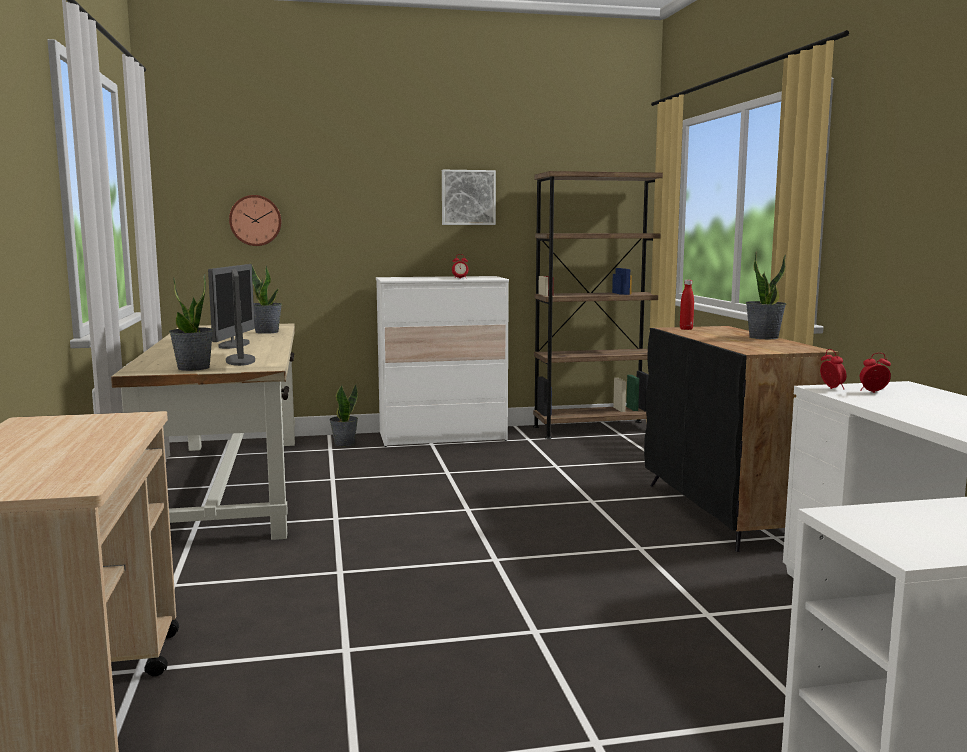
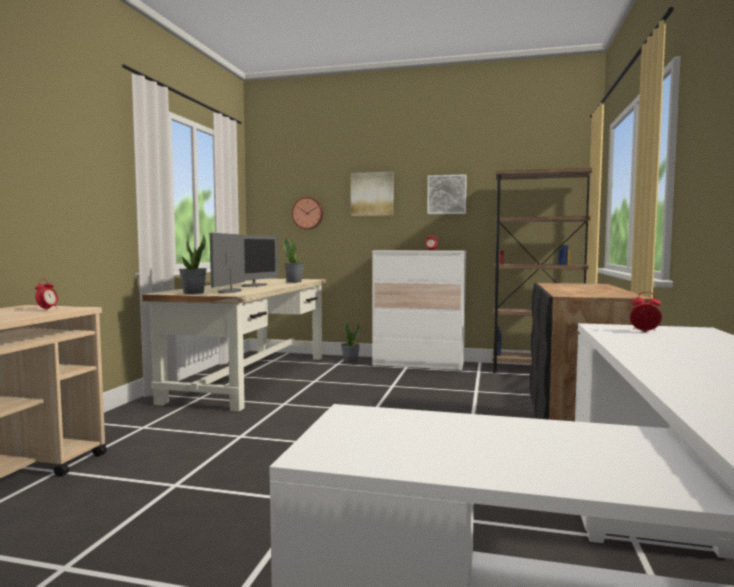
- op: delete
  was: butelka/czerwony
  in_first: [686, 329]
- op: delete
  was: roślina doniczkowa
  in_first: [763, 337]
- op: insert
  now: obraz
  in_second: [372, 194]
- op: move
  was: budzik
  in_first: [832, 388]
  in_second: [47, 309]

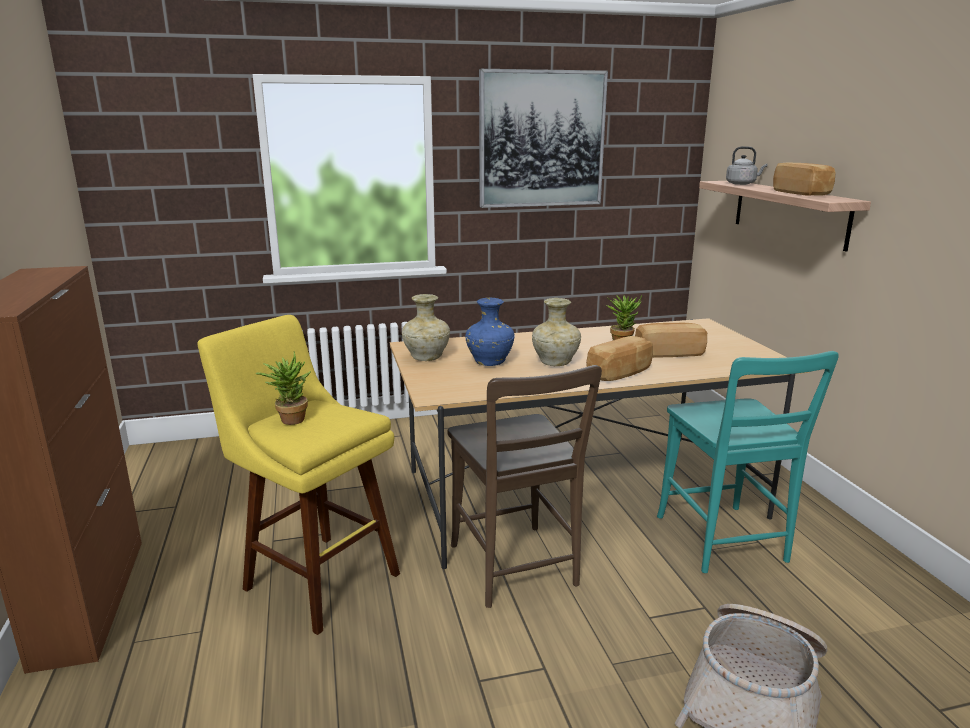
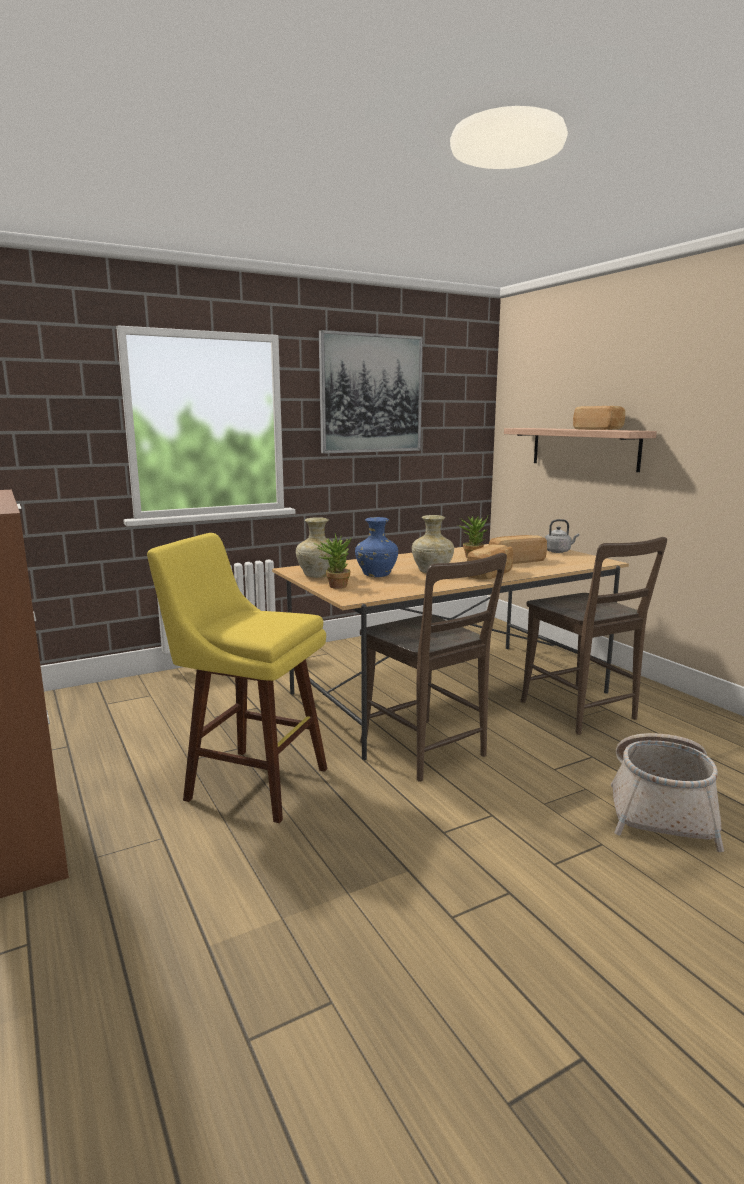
- op: move
  was: roślina doniczkowa
  in_first: [289, 419]
  in_second: [334, 586]
- op: move
  was: czajnik/szary
  in_first: [742, 184]
  in_second: [558, 551]
- op: recolor
  was: krzesło/turkusowy
  now: krzesło/brązowy
  in_first: [724, 542]
  in_second: [582, 712]

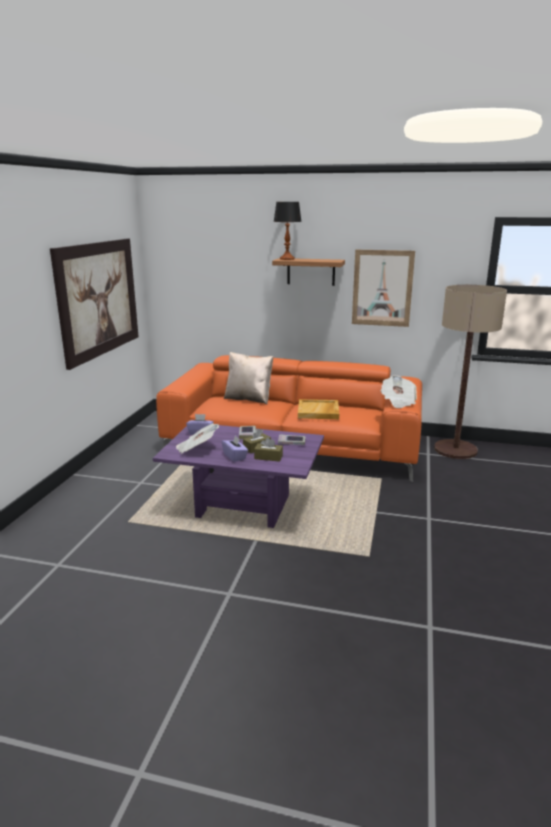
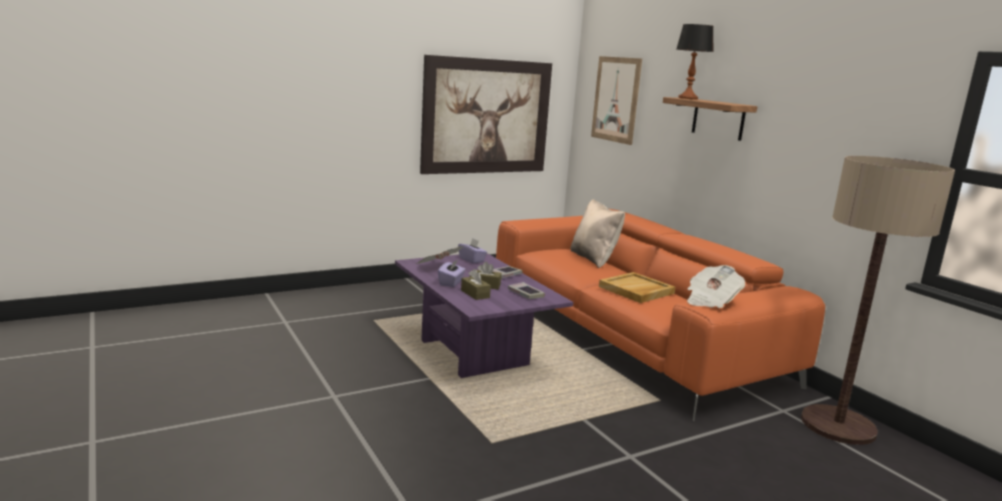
- op: move
  was: obraz
  in_first: [382, 288]
  in_second: [616, 99]

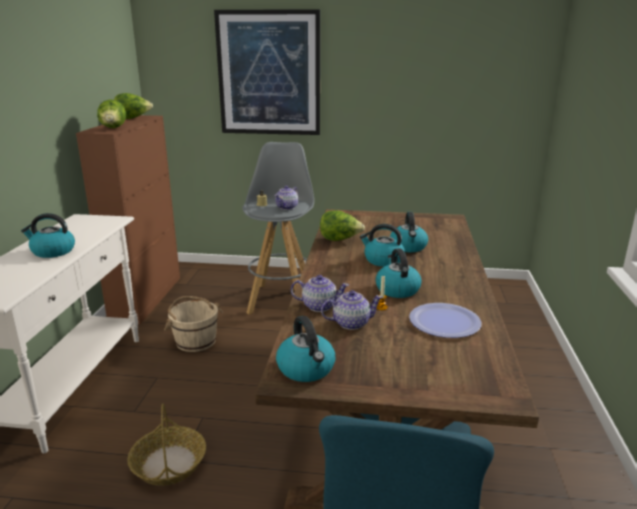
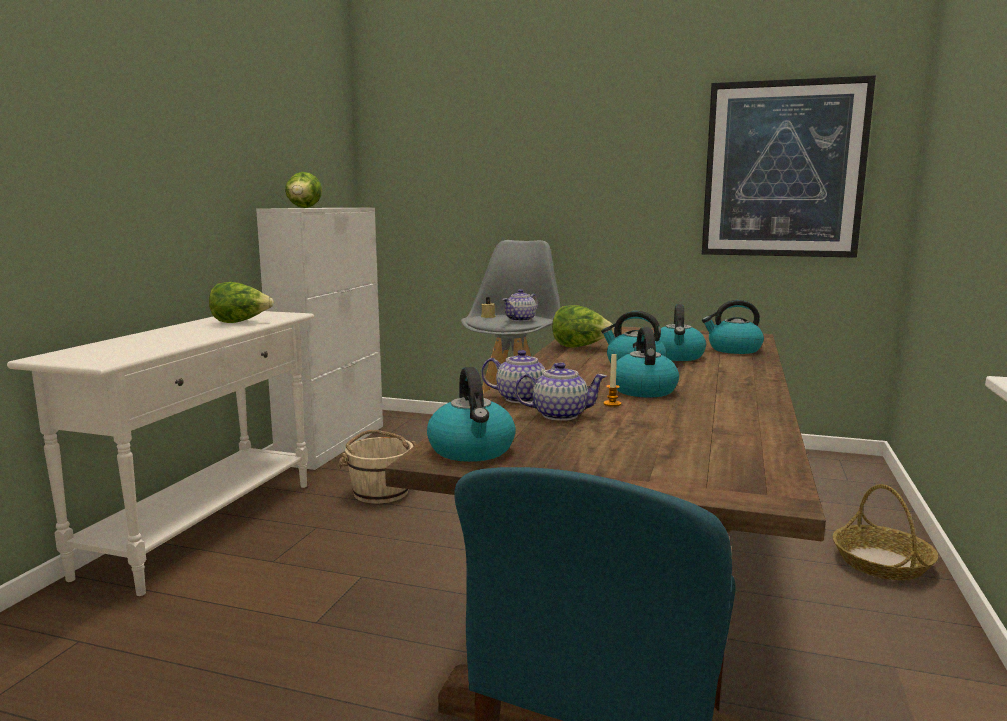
- op: delete
  was: talerz
  in_first: [444, 322]
- op: move
  was: czajnik
  in_first: [52, 251]
  in_second: [733, 349]
- op: move
  was: sałata
  in_first: [133, 118]
  in_second: [240, 322]
- op: move
  was: koszyk
  in_first: [168, 463]
  in_second: [881, 562]
- op: move
  was: obraz
  in_first: [269, 74]
  in_second: [783, 170]
- op: recolor
  was: szafka/brązowy
  now: szafka/biały
  in_first: [147, 298]
  in_second: [333, 444]

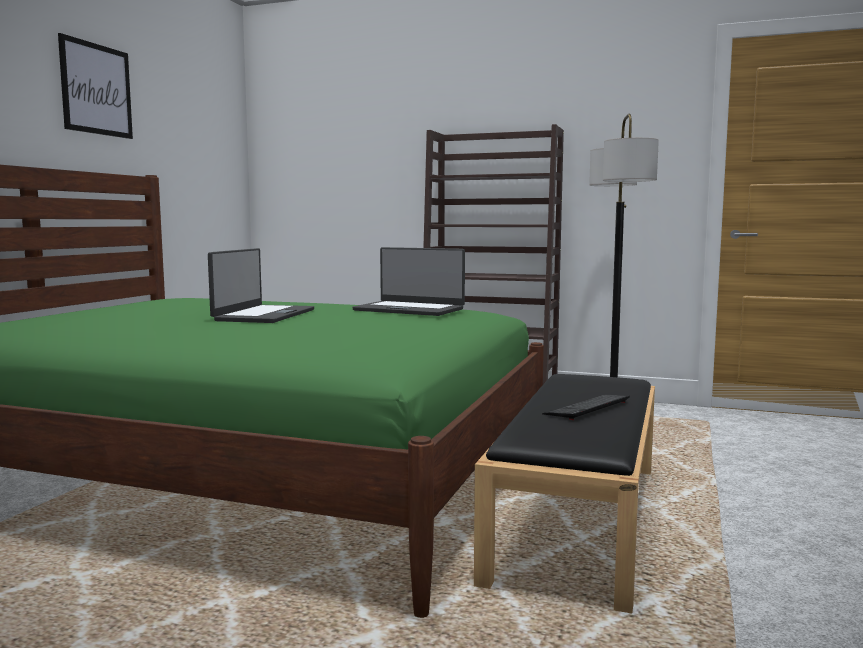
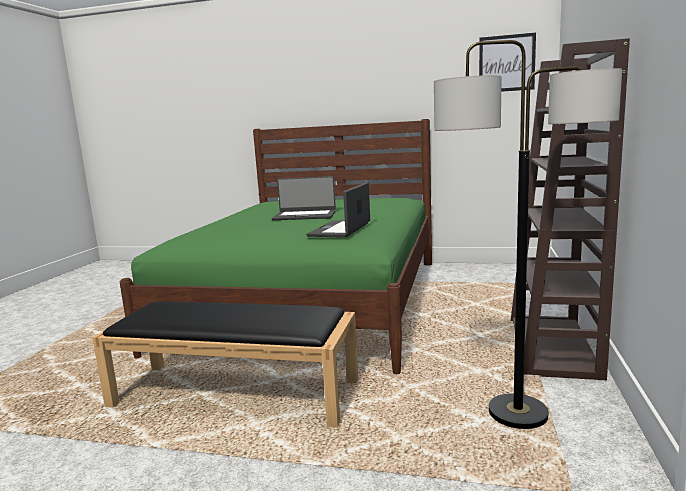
- op: delete
  was: klawiatura
  in_first: [587, 408]
- op: move
  was: obraz
  in_first: [96, 89]
  in_second: [506, 63]

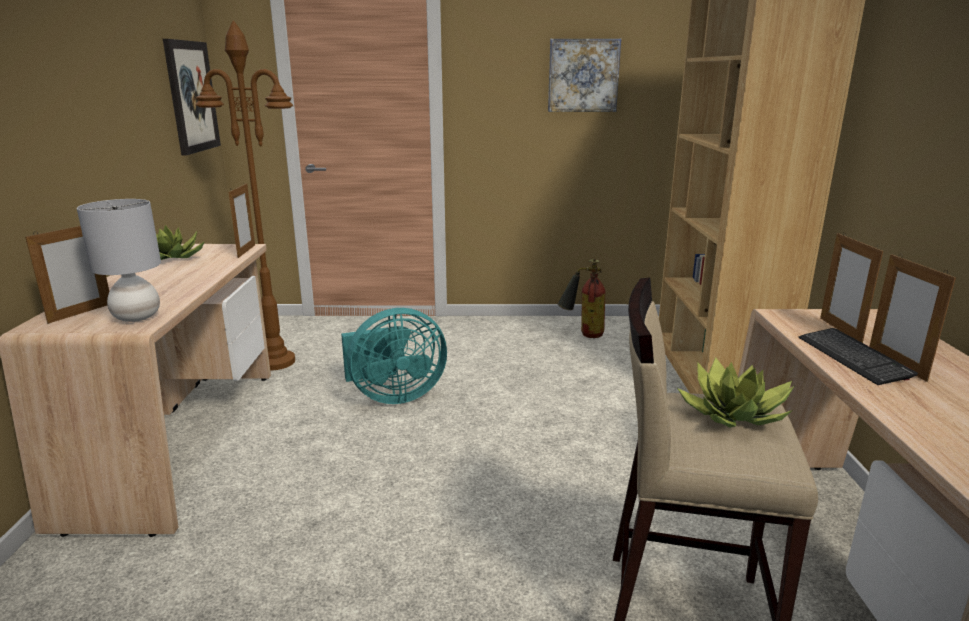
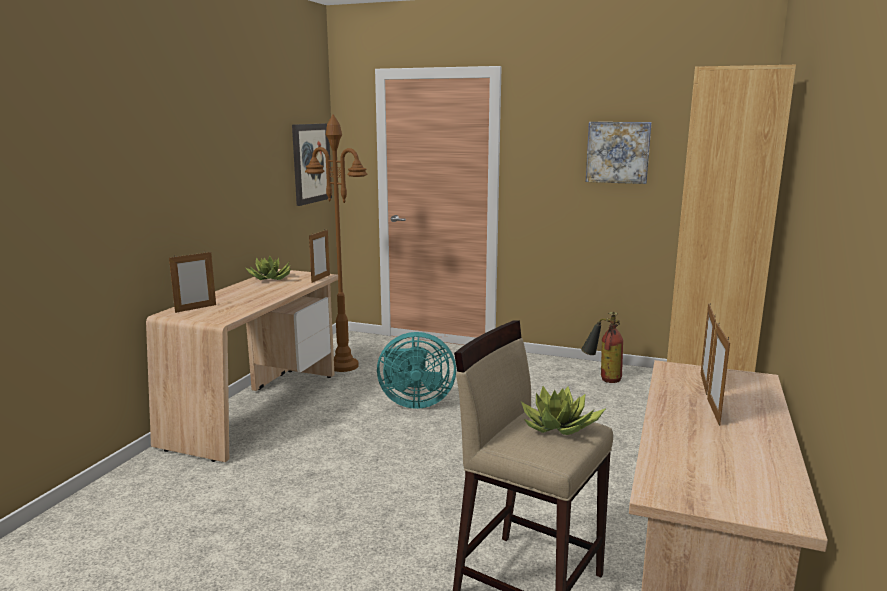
- op: delete
  was: lampa stołowa/szary
  in_first: [136, 317]
- op: delete
  was: klawiatura
  in_first: [853, 358]

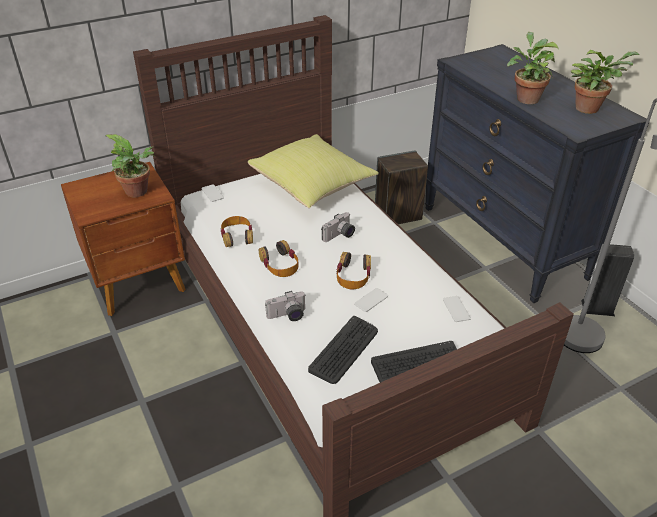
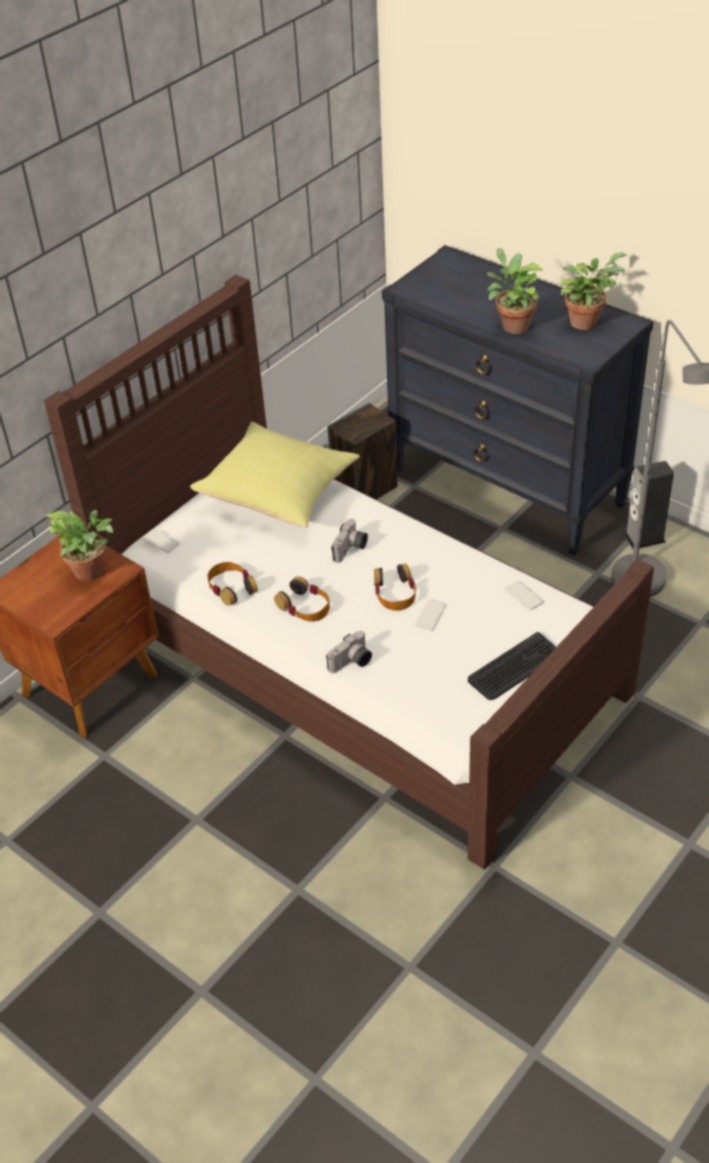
- op: delete
  was: klawiatura
  in_first: [344, 350]

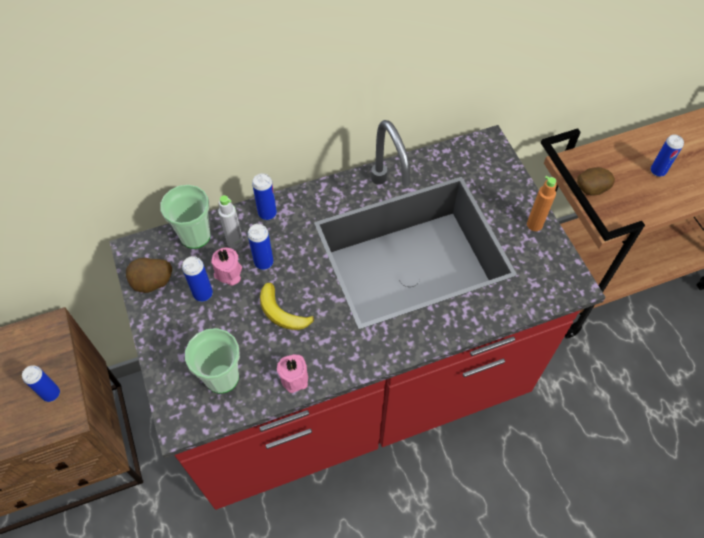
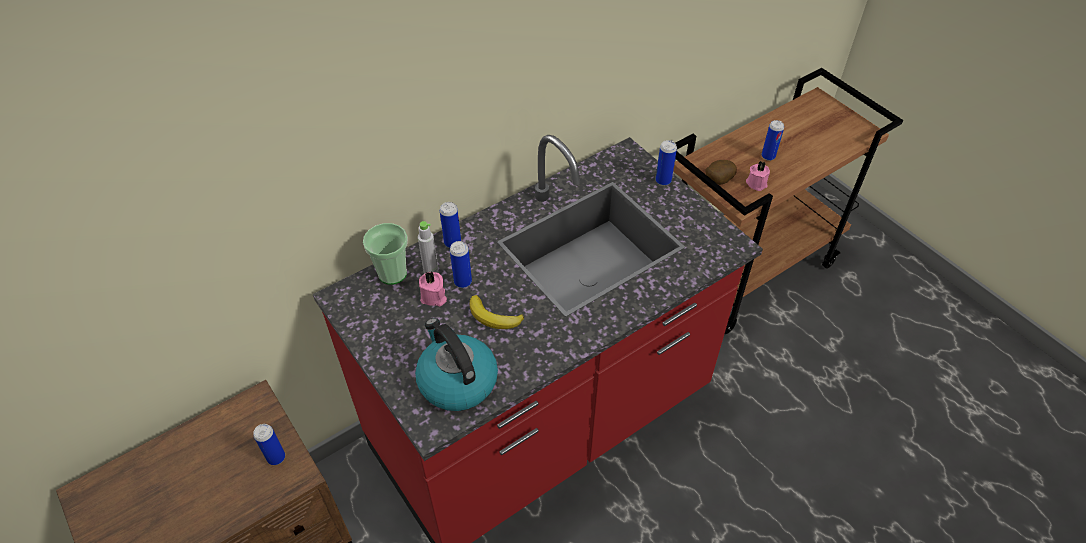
- op: delete
  was: ziemniak
  in_first: [153, 284]
- op: delete
  was: butelka/pomarańczowy
  in_first: [534, 224]
- op: move
  was: puszka
  in_first: [203, 293]
  in_second: [663, 180]
- op: move
  was: świeca/różowy
  in_first: [295, 377]
  in_second: [756, 183]
- op: replace
  was: filiżanka
  now: czajnik
  in_first: [222, 377]
  in_second: [456, 381]

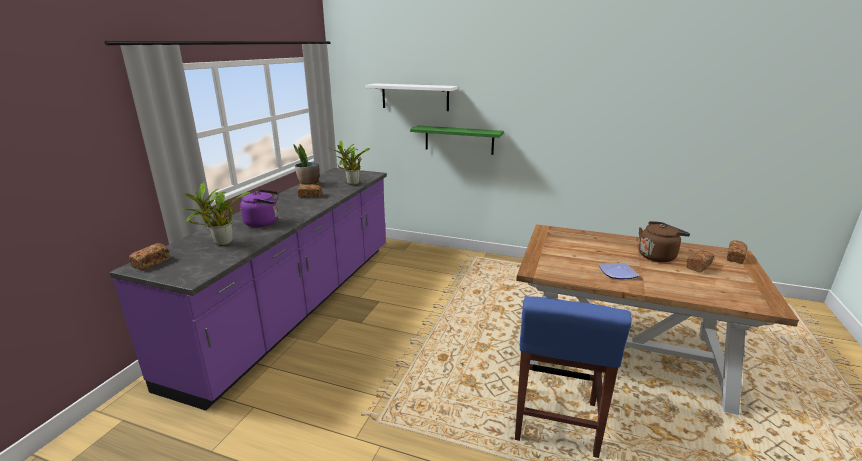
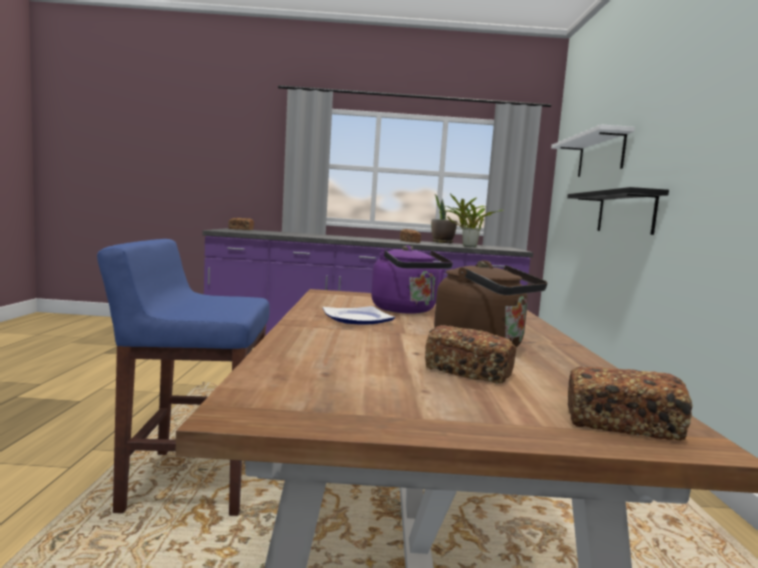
- op: delete
  was: roślina doniczkowa
  in_first: [221, 243]
- op: move
  was: czajnik/fioletowy
  in_first: [264, 222]
  in_second: [406, 310]
- op: recolor
  was: półka/zielony
  now: półka/czarny
  in_first: [459, 140]
  in_second: [625, 213]

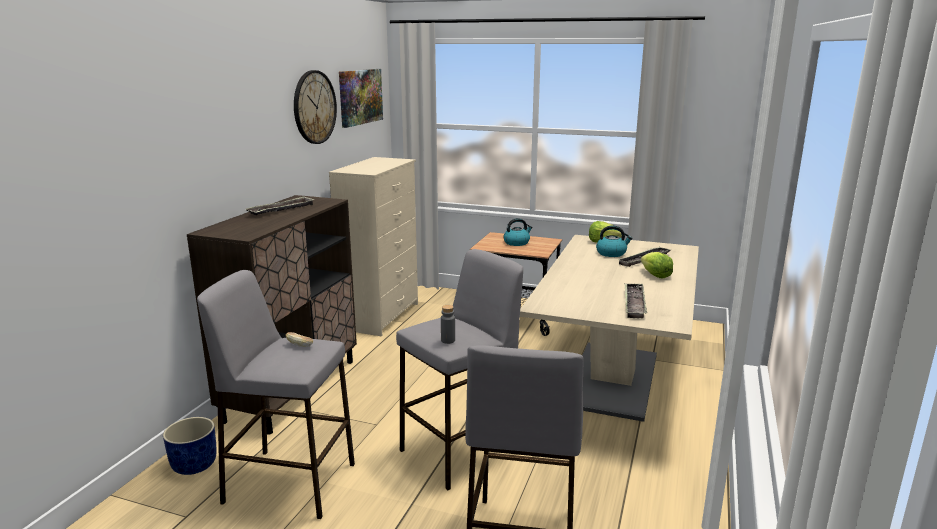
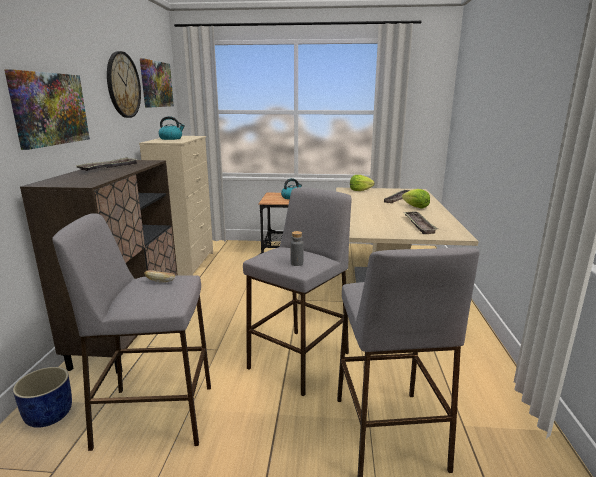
- op: insert
  now: obraz
  in_second: [50, 109]
- op: move
  was: czajnik
  in_first: [611, 253]
  in_second: [171, 138]

